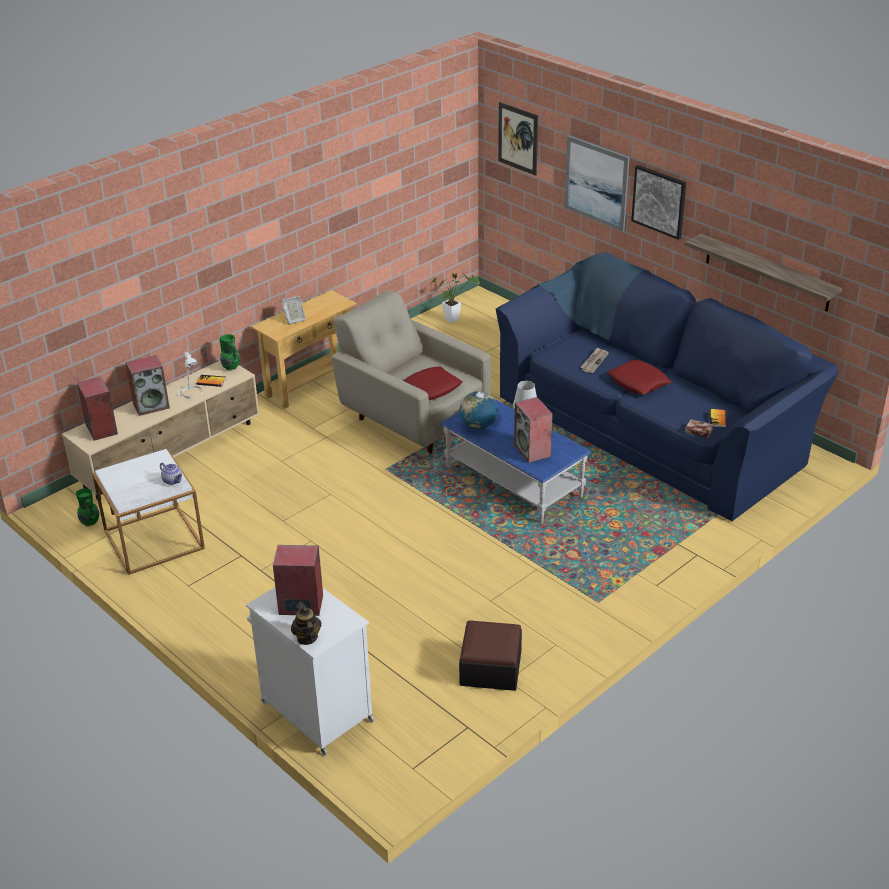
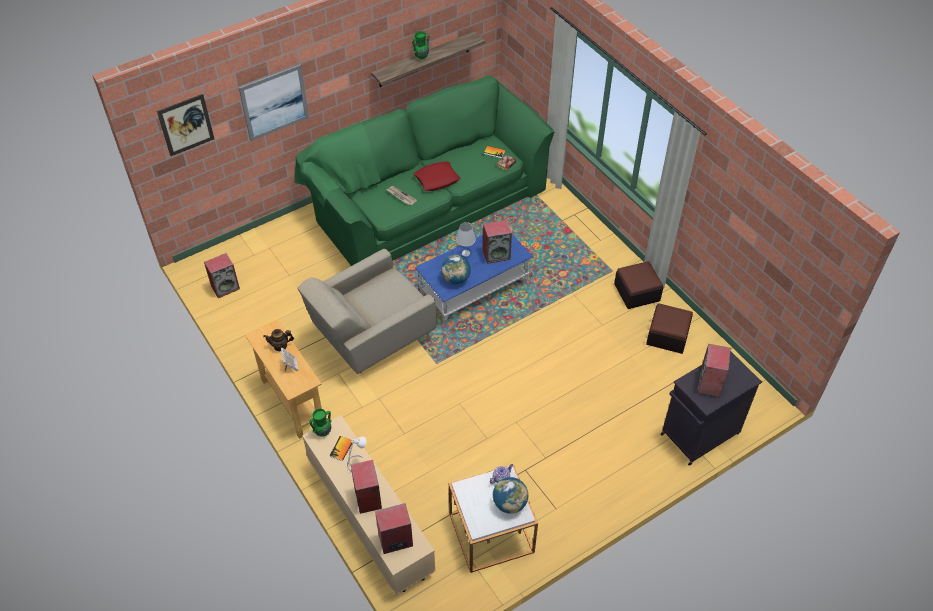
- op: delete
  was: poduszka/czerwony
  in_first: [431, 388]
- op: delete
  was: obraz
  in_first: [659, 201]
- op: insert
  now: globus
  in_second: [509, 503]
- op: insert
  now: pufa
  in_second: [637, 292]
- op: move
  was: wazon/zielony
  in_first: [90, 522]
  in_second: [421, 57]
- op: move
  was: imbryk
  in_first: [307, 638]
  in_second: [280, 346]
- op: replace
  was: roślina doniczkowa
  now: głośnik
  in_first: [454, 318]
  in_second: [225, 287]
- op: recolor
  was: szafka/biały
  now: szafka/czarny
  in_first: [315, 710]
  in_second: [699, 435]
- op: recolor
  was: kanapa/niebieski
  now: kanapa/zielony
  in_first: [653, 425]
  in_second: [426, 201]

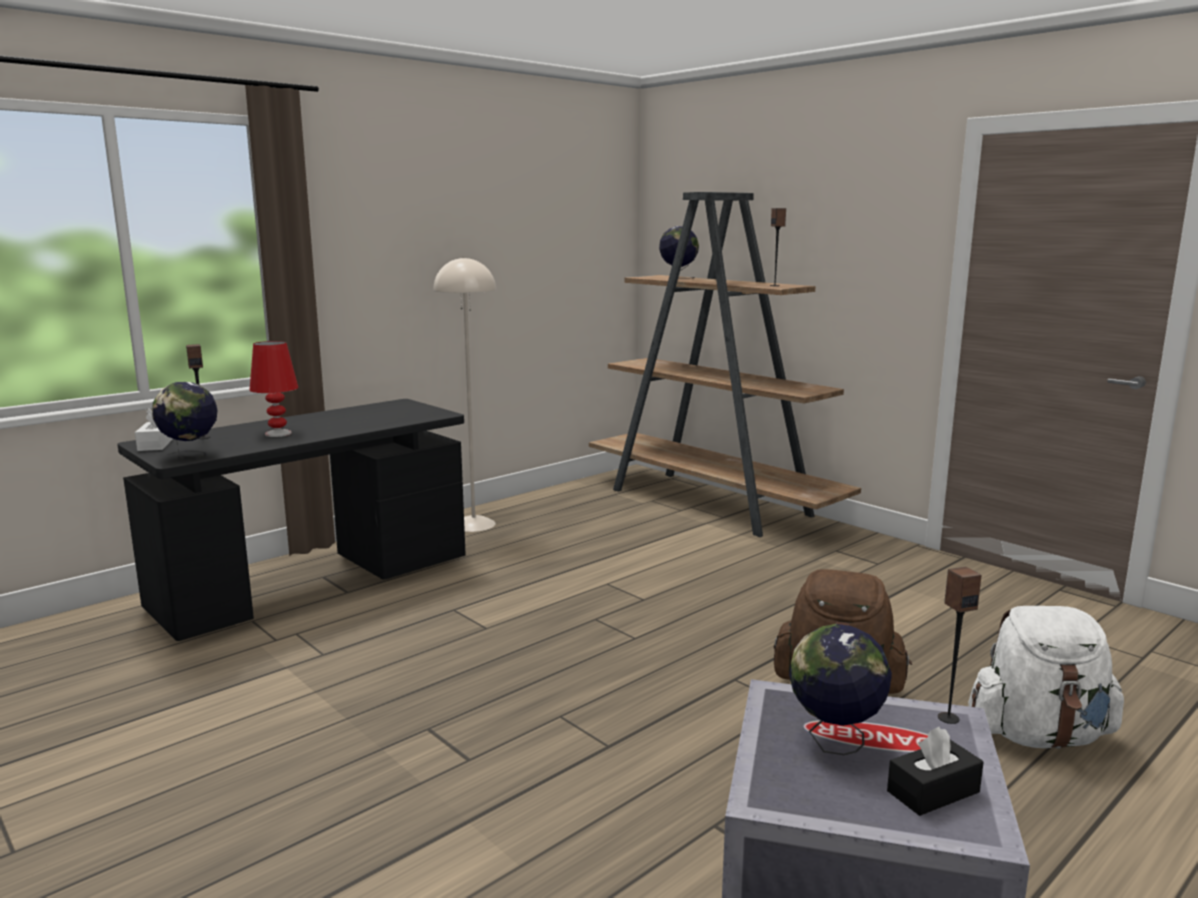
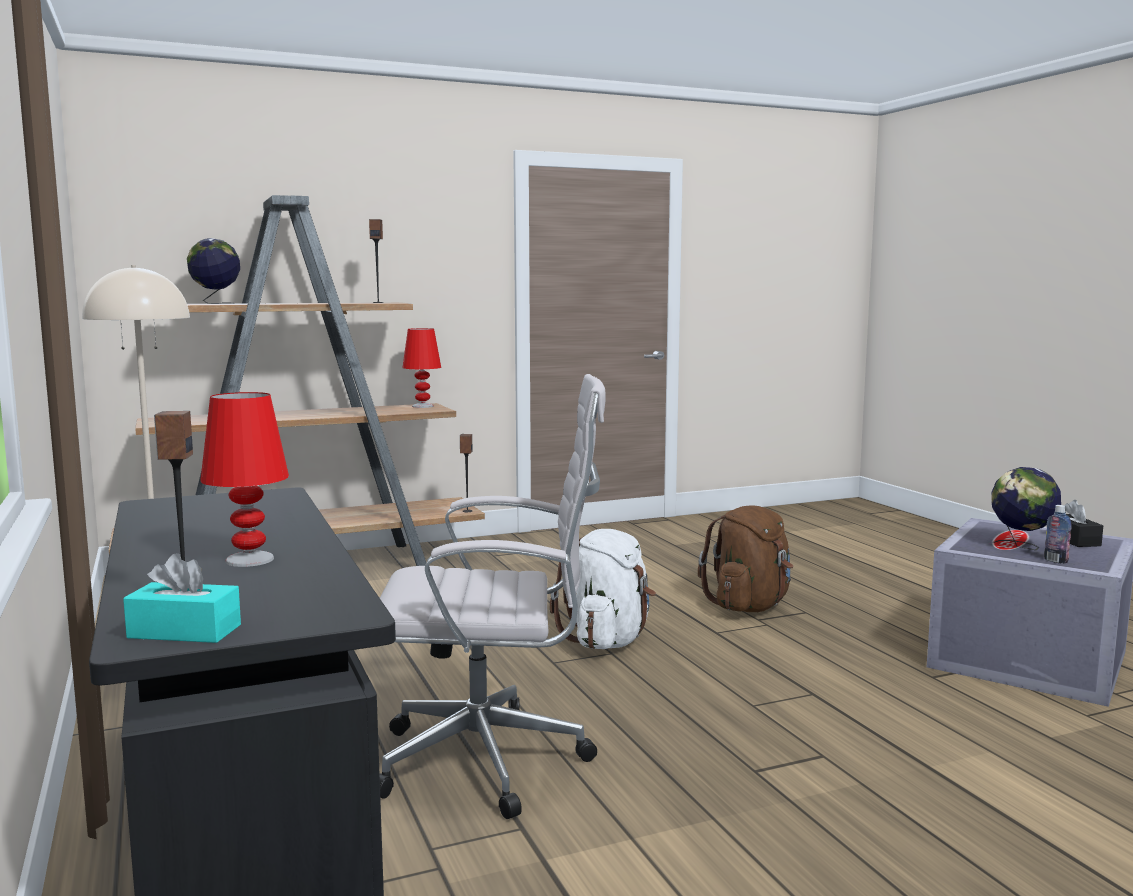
- op: delete
  was: globus
  in_first: [190, 456]
- op: insert
  now: krzesło biurowe/biały
  in_second: [492, 761]
- op: insert
  now: lampa stołowa/czerwony
  in_second: [422, 406]
- op: insert
  now: butelka
  in_second: [1055, 561]
- op: move
  was: głośnik
  in_first: [948, 718]
  in_second: [467, 511]
- op: move
  was: plecak/biały
  in_first: [1039, 735]
  in_second: [608, 640]
- op: recolor
  was: pudełko chusteczek/biały
  now: pudełko chusteczek/turkusowy
  in_first: [155, 445]
  in_second: [184, 631]

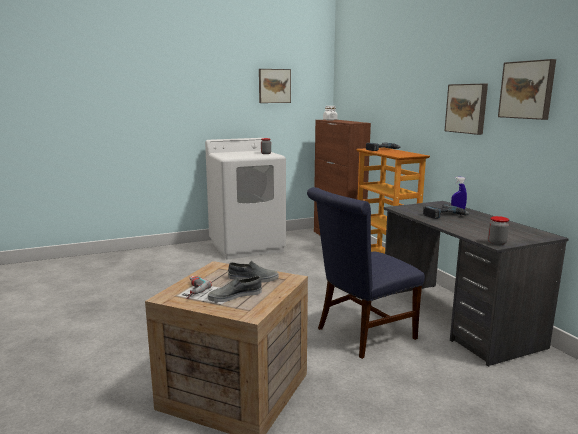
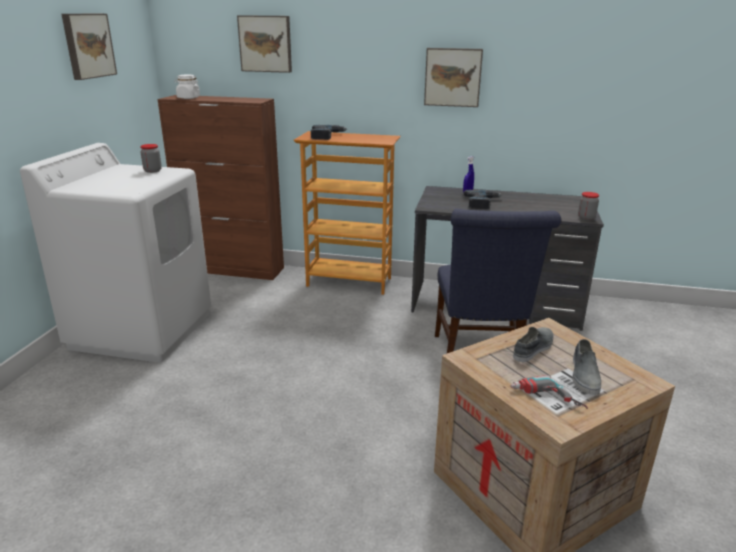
- op: move
  was: obraz
  in_first: [527, 90]
  in_second: [266, 44]

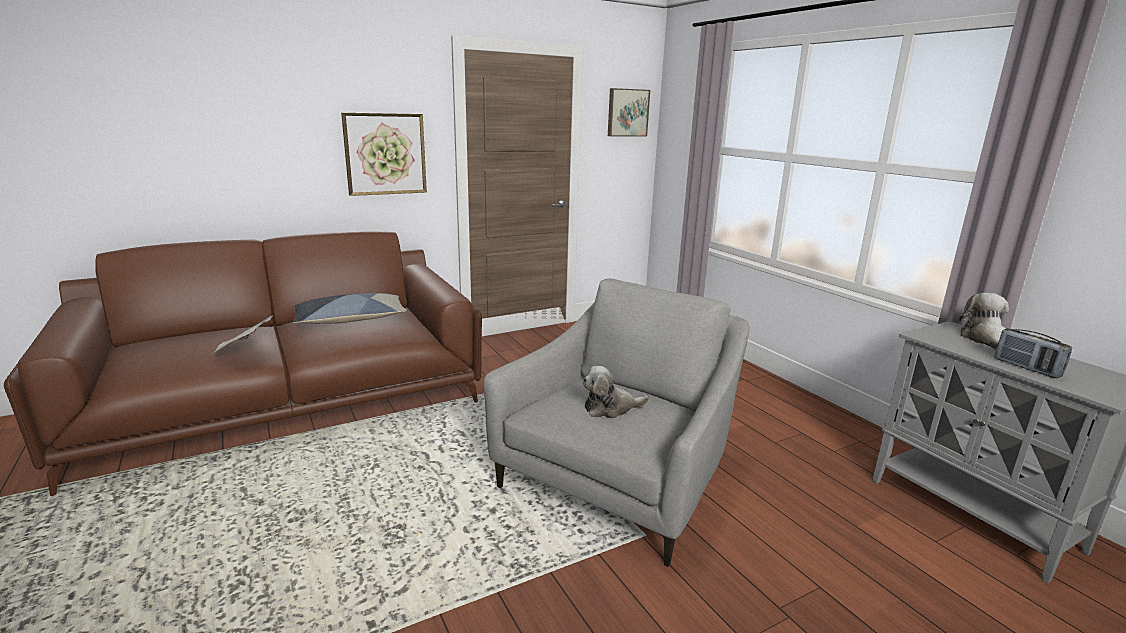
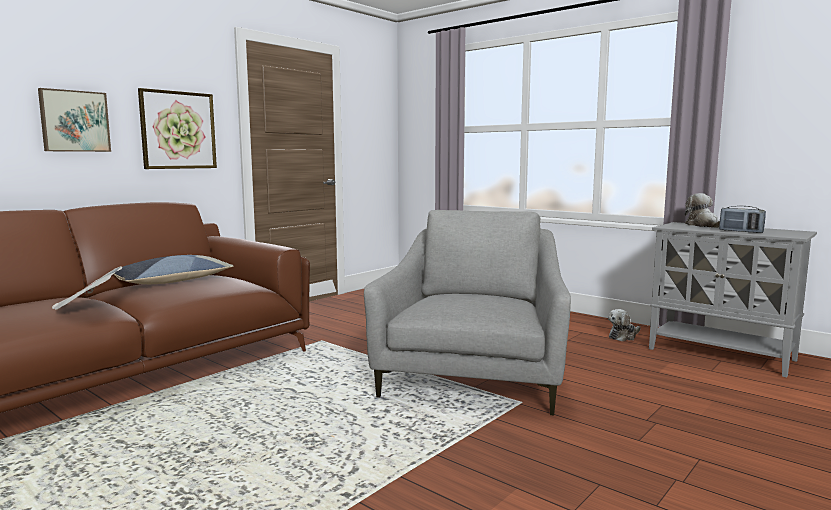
- op: move
  was: pluszak
  in_first: [610, 408]
  in_second: [623, 336]
- op: move
  was: obraz
  in_first: [627, 112]
  in_second: [74, 121]

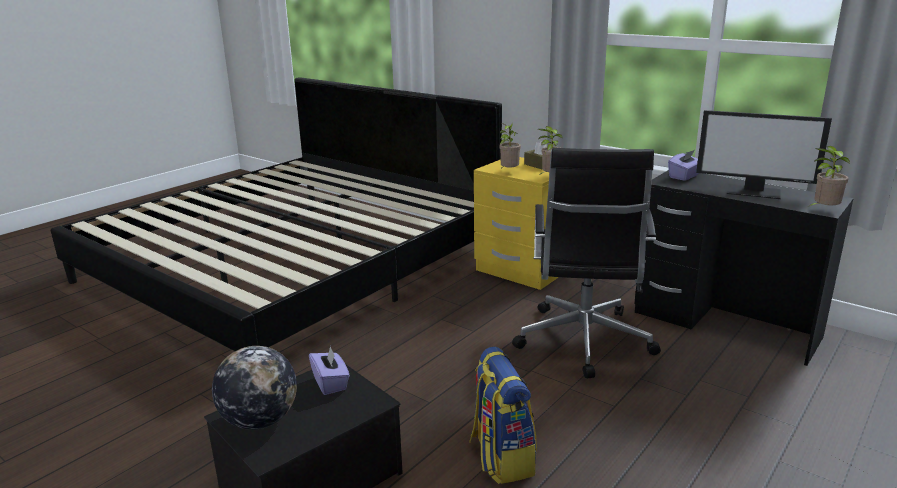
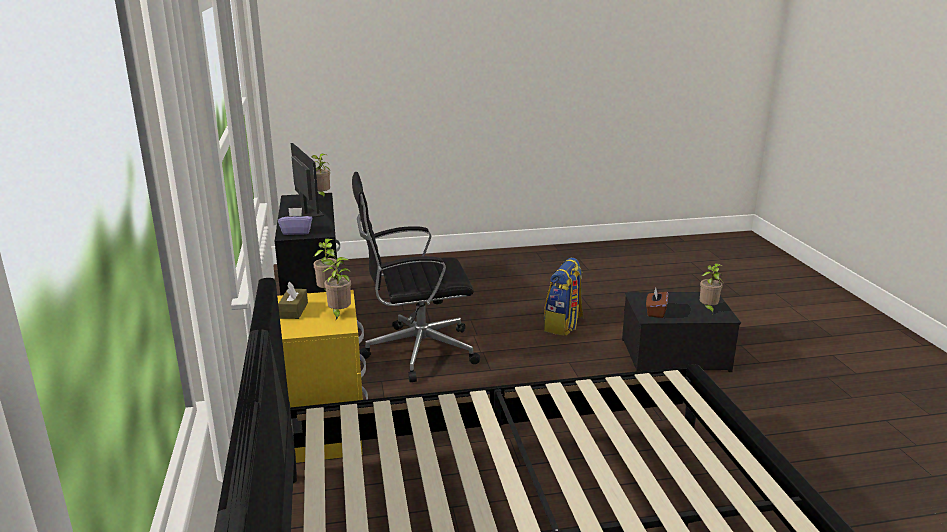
- op: replace
  was: globus
  now: roślina doniczkowa
  in_first: [259, 421]
  in_second: [708, 309]
- op: recolor
  was: pudełko chusteczek/fioletowy
  now: pudełko chusteczek/brązowy
  in_first: [330, 383]
  in_second: [655, 312]
- op: rotate
  was: krzesło biurowe/czarny
  in_first: [583, 342]
  in_second: [417, 351]
  clockwise: -150

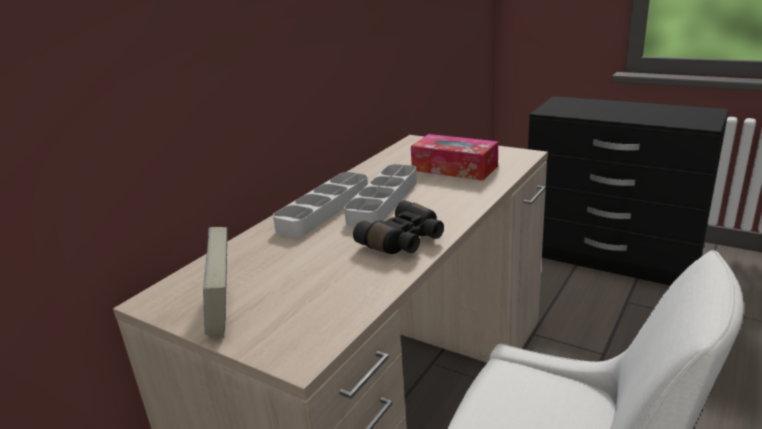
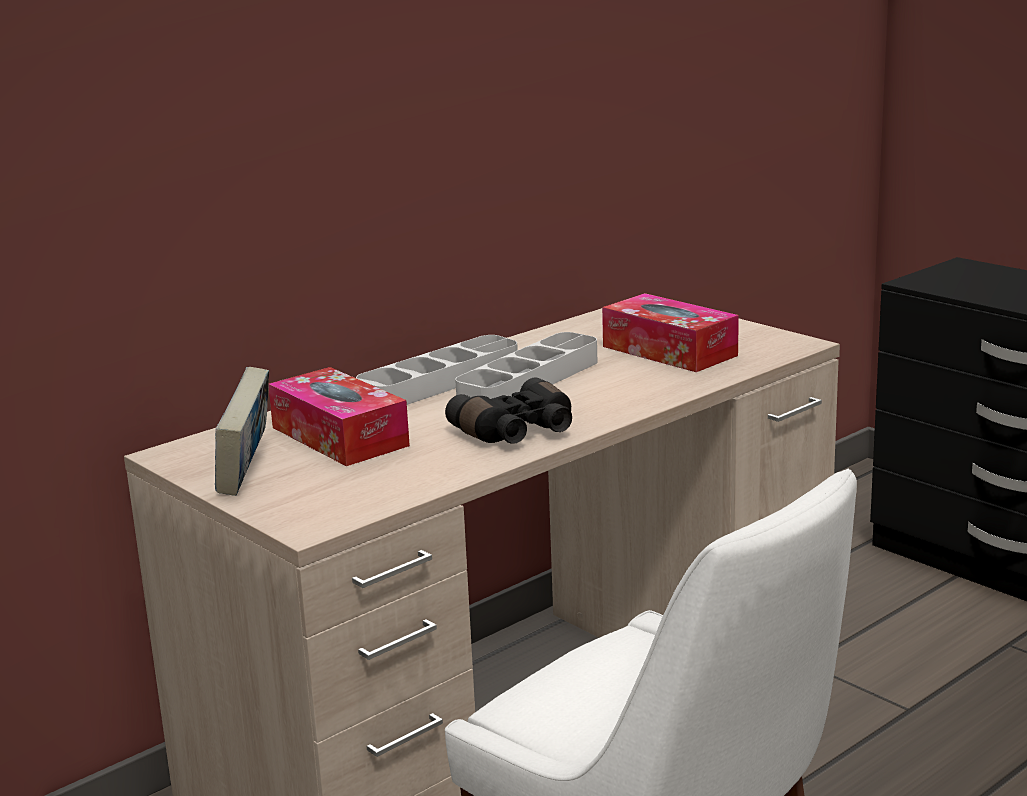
- op: insert
  now: pudełko chusteczek
  in_second: [339, 436]

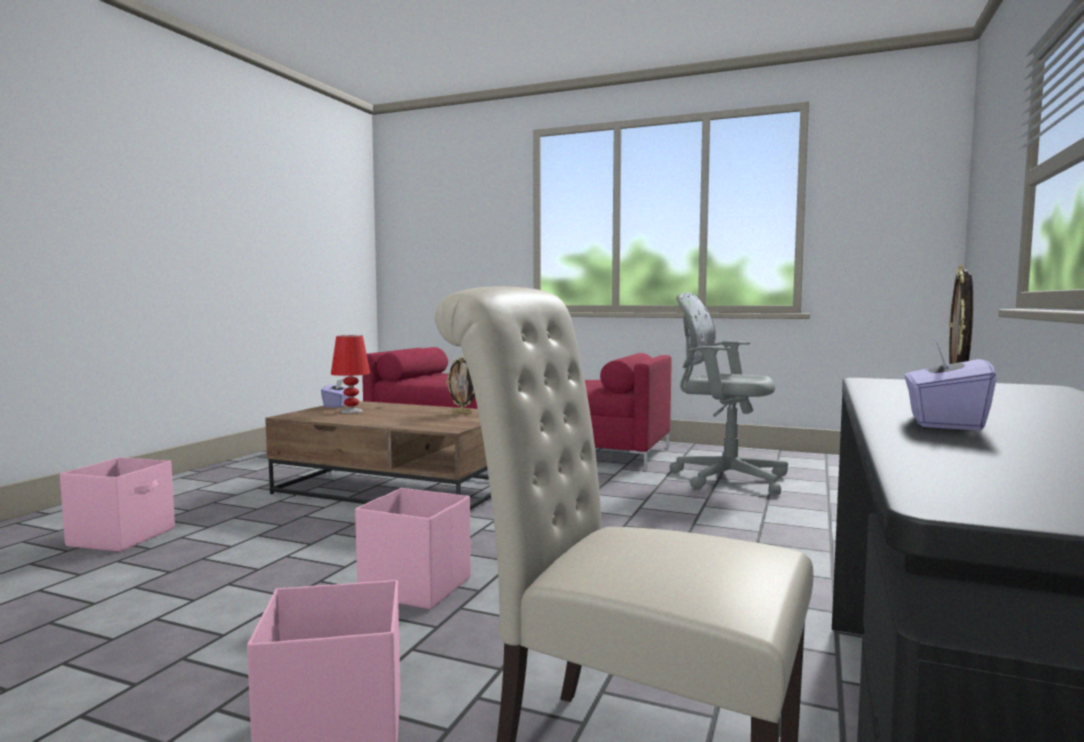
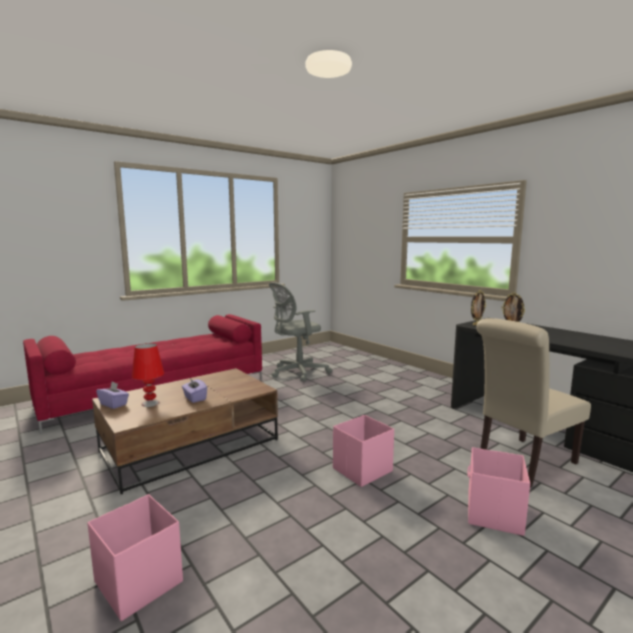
- op: move
  was: ramka na zdjęcie
  in_first: [462, 413]
  in_second: [476, 324]
- op: move
  was: pudełko chusteczek/fioletowy
  in_first: [943, 422]
  in_second: [194, 398]

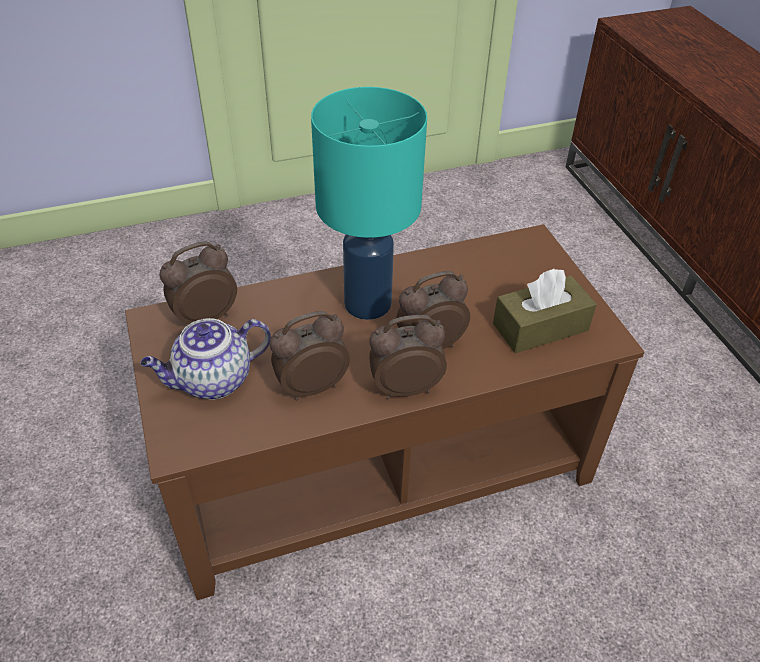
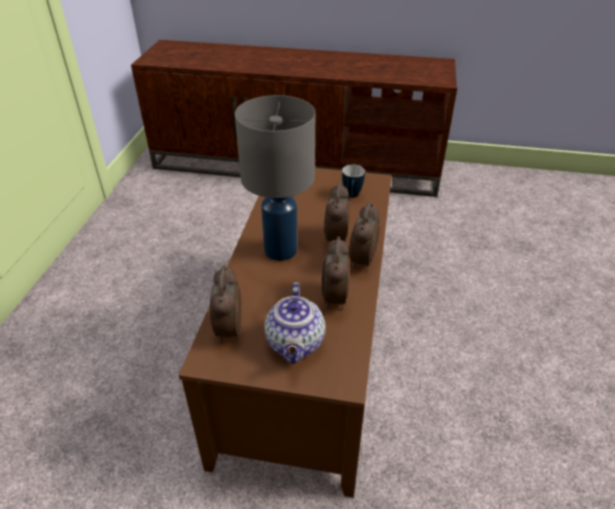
- op: replace
  was: pudełko chusteczek/brązowy
  now: kubek
  in_first: [540, 327]
  in_second: [351, 197]
- op: recolor
  was: lampa stołowa/turkusowy
  now: lampa stołowa/szary
  in_first: [368, 302]
  in_second: [280, 249]

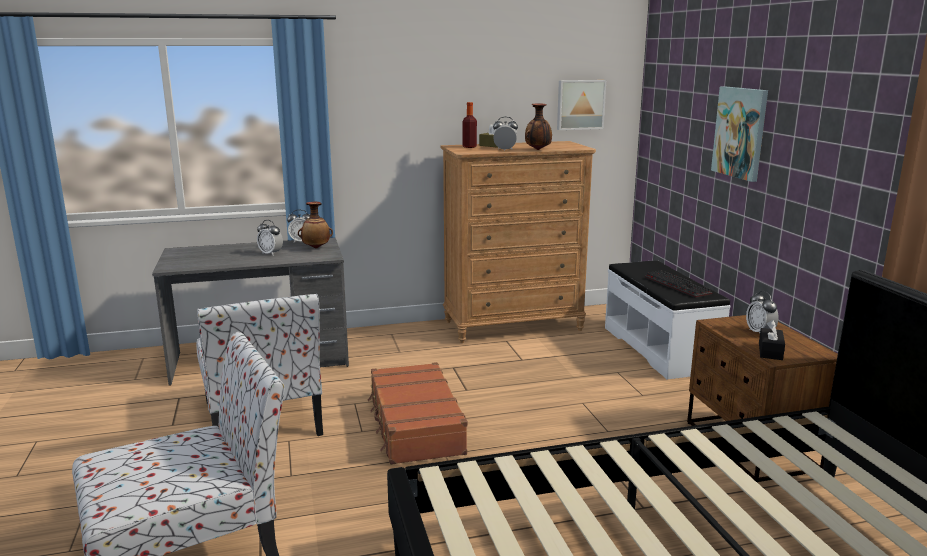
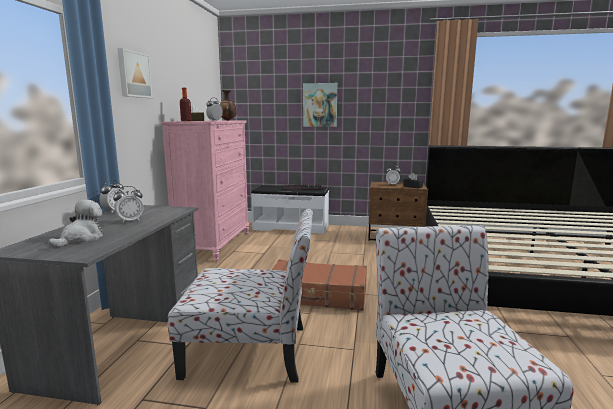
- op: delete
  was: wazon
  in_first: [316, 248]
- op: insert
  now: pluszak
  in_second: [81, 239]
- op: move
  was: obraz
  in_first: [580, 104]
  in_second: [133, 74]
- op: recolor
  was: komoda/brązowy
  now: komoda/różowy
  in_first: [513, 325]
  in_second: [214, 245]

